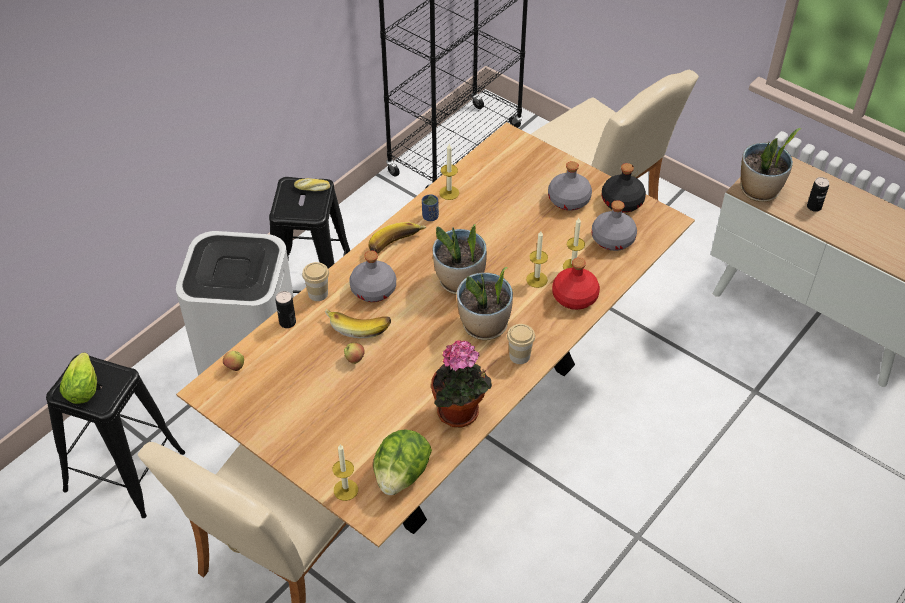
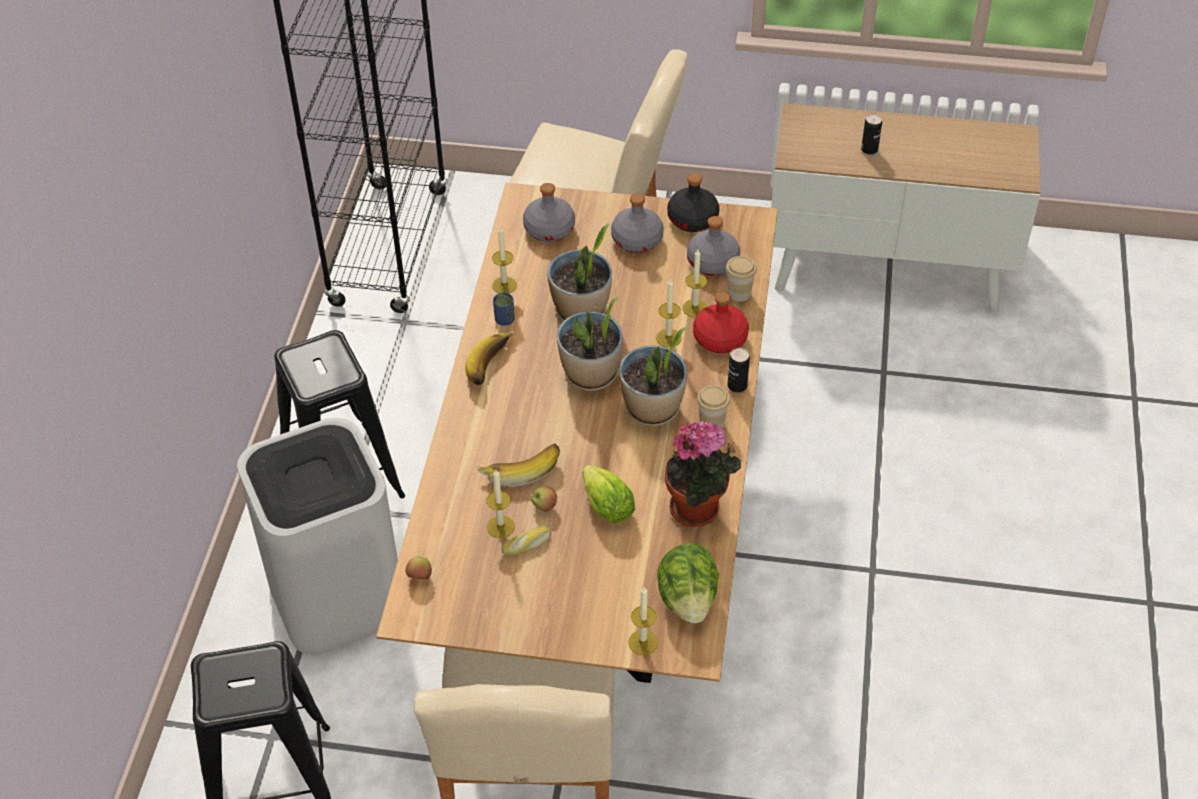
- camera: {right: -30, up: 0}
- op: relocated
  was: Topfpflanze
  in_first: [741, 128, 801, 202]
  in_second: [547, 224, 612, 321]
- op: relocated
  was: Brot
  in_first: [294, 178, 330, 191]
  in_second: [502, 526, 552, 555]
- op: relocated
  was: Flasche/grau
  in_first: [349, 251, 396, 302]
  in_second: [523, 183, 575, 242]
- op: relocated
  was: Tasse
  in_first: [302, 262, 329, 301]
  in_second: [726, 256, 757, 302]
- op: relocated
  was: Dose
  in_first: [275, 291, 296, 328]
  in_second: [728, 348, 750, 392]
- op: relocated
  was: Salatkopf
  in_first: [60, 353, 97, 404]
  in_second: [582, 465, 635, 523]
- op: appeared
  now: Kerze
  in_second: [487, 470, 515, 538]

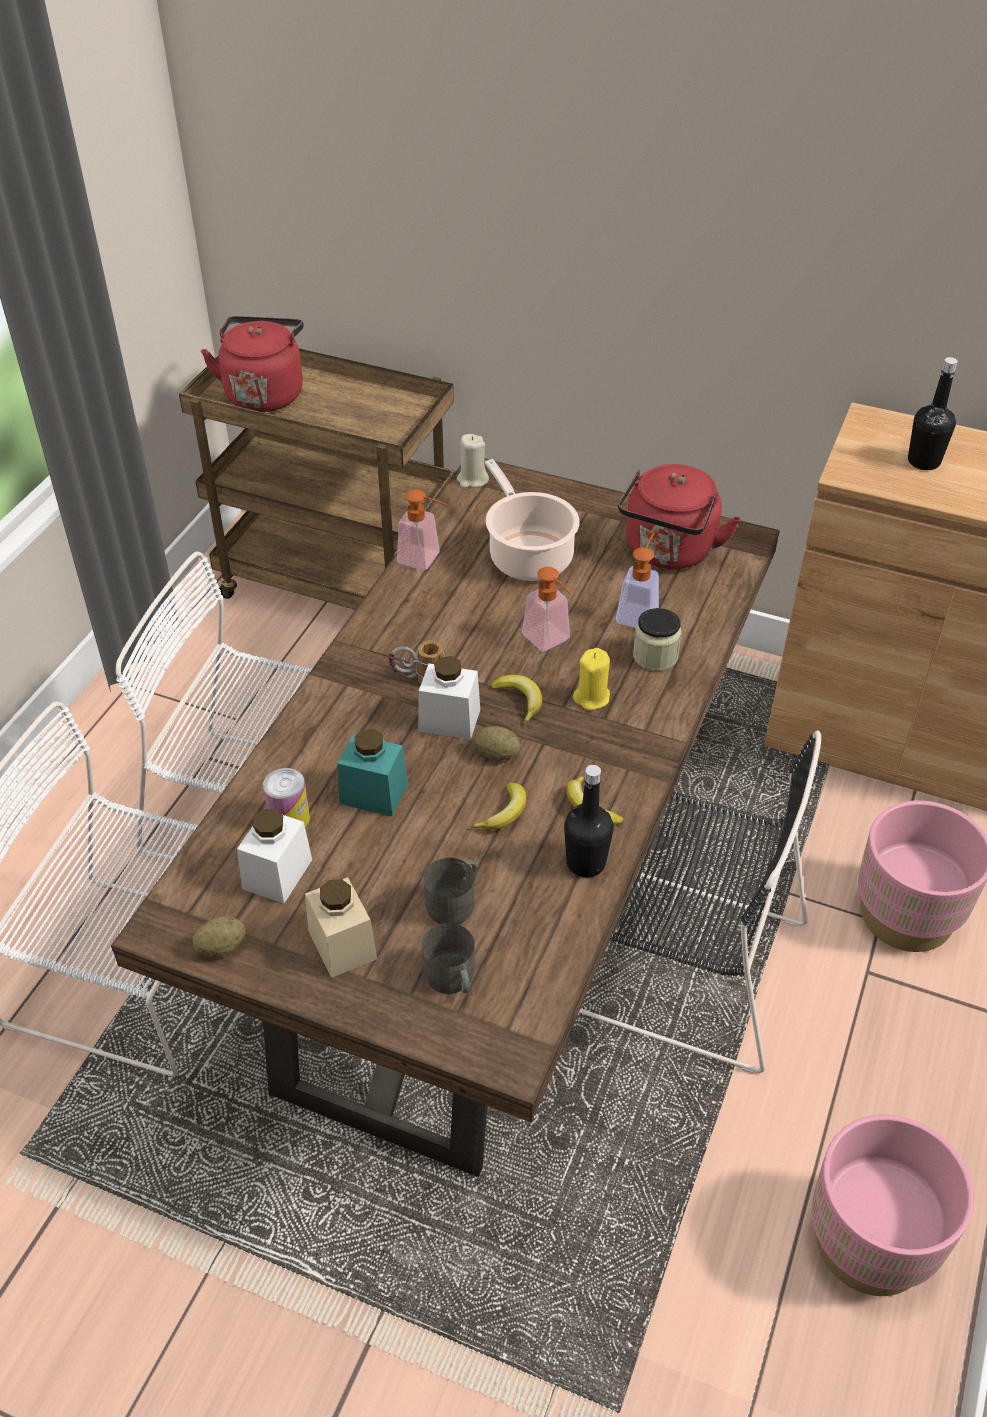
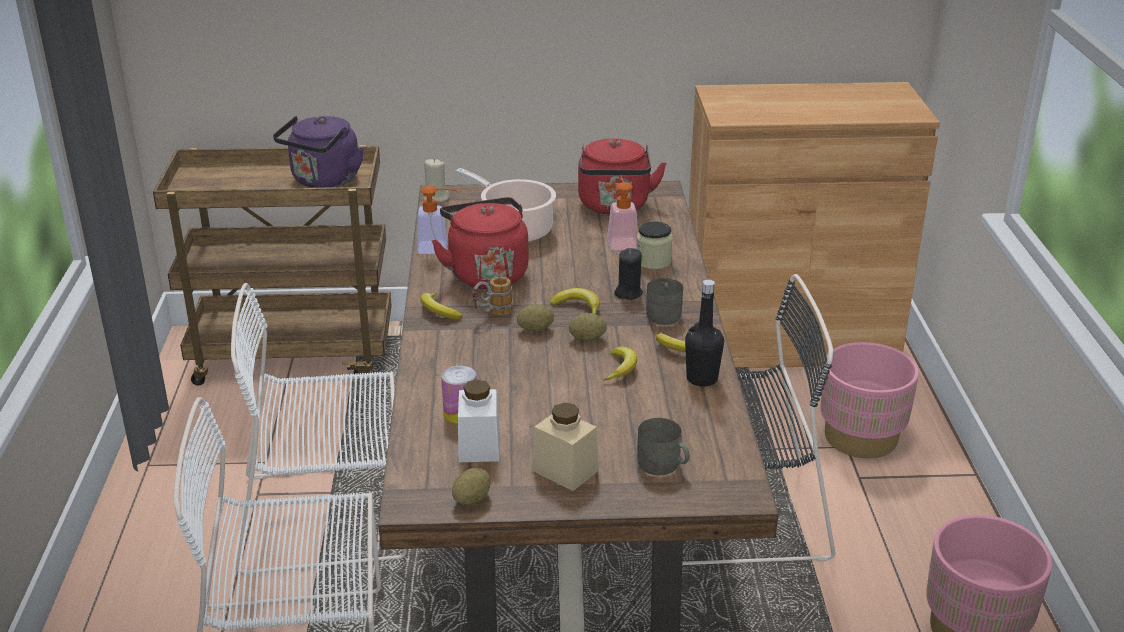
- camera: {right: -25, up: -15}
- op: relocated
  was: Wasserkessel/rot
  in_first: [201, 316, 304, 412]
  in_second: [432, 197, 529, 289]
- op: missing
  was: Flasche/schwarz
  in_first: [908, 357, 958, 470]
- op: missing
  was: Seifenspender
  in_first: [522, 567, 571, 652]
- op: colour
  was: Kerze/gelb
  now: Kerze/schwarz
  in_first: [573, 648, 610, 710]
  in_second: [614, 248, 643, 300]
- op: exchanged
  was: Vorratsglas/weiß
  now: Kartoffel
  in_first: [418, 656, 480, 740]
  in_second: [517, 304, 554, 332]
- op: missing
  was: Vorratsglas/türkis
  in_first: [337, 729, 408, 817]
- op: relocated
  was: Henkelbecher/grau
  in_first: [423, 858, 477, 924]
  in_second: [646, 278, 683, 325]
- op: appeared
  now: Wasserkessel/lila
  in_second: [273, 116, 364, 188]
- op: appeared
  now: Banane
  in_second: [420, 293, 463, 319]

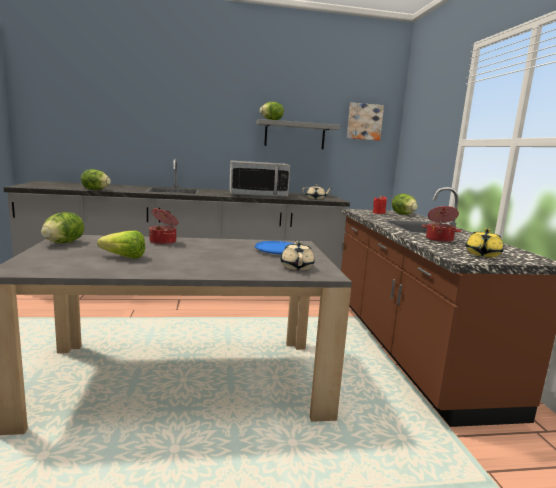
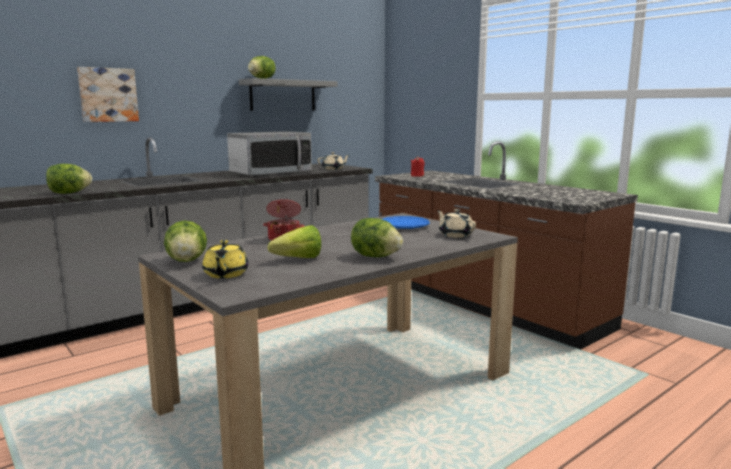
- camera: {right: -30, up: 0}
- op: relocated
  was: Bild
  in_first: [347, 103, 384, 141]
  in_second: [77, 67, 139, 122]
- op: relocated
  was: Salatkopf
  in_first: [392, 194, 418, 215]
  in_second: [351, 218, 403, 257]
- op: missing
  was: Kochtopf
  in_first: [422, 206, 461, 243]
- op: relocated
  was: Teekanne/gelb
  in_first: [466, 228, 504, 257]
  in_second: [202, 240, 248, 279]

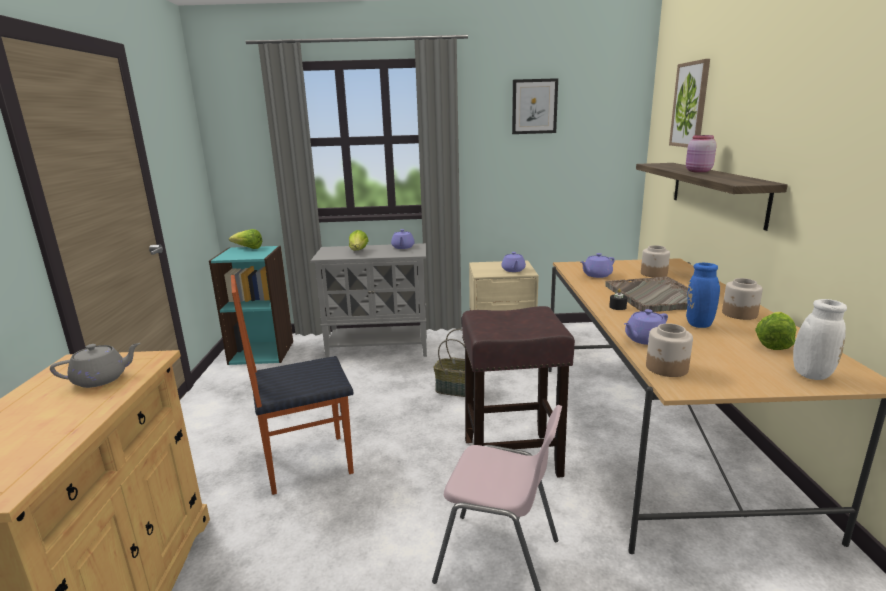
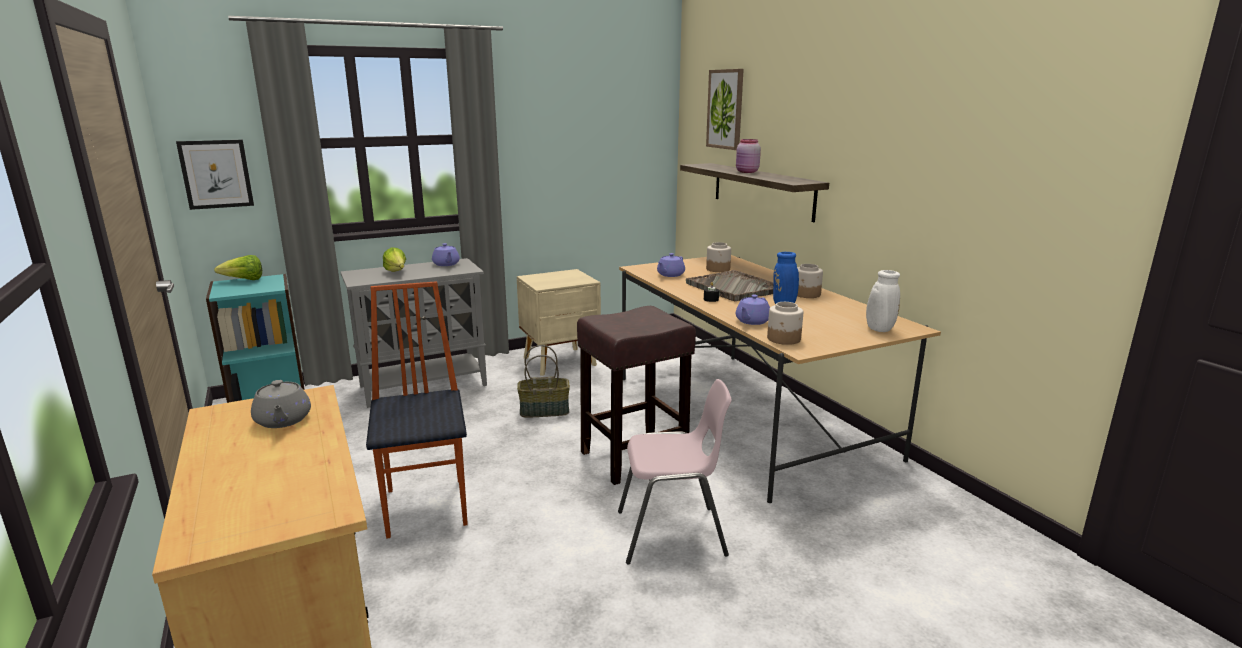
- camera: {right: -25, up: 0}
- op: relocated
  was: Bild
  in_first: [512, 78, 558, 134]
  in_second: [176, 140, 254, 210]
- op: missing
  was: Teekanne/lila
  in_first: [502, 252, 526, 272]
- op: spun
  was: Stuhl
  in_first: [231, 275, 354, 495]
  in_second: [366, 281, 468, 538]
  clockwise: 120
- op: missing
  was: Salatkopf
  in_first: [755, 312, 797, 350]
- op: spun
  was: Teekanne/grau
  in_first: [50, 343, 140, 388]
  in_second: [251, 380, 311, 428]
  clockwise: 120

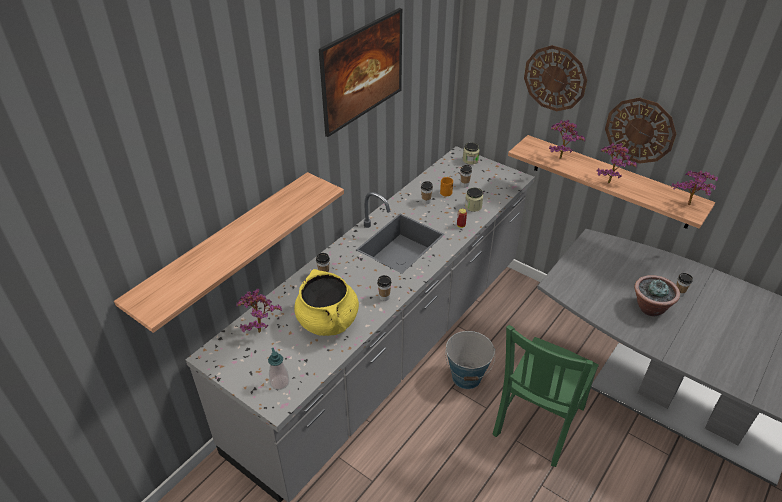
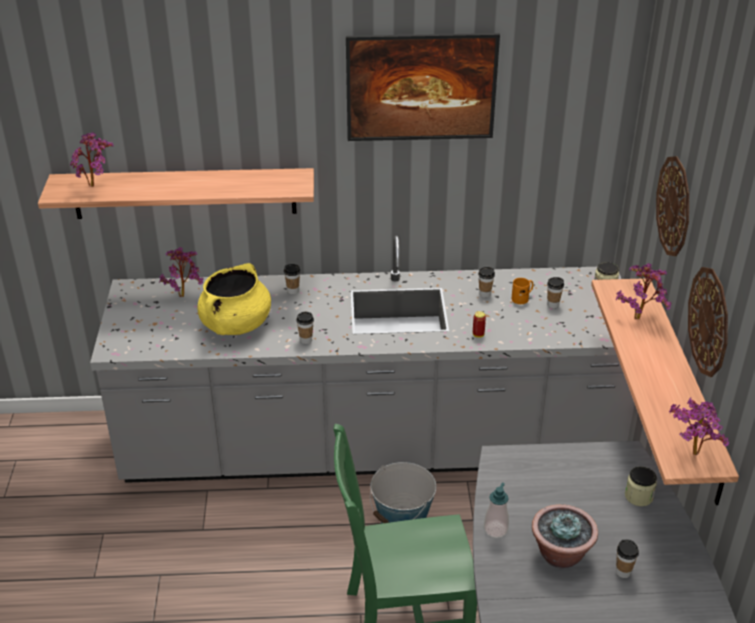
- camera: {right: 50, up: -5}
- op: relocated
  was: Topfpflanze
  in_first: [597, 142, 637, 183]
  in_second: [70, 132, 114, 187]
- op: relocated
  was: Vorratsglas
  in_first: [465, 187, 483, 212]
  in_second: [625, 467, 657, 506]
- op: relocated
  was: Seifenspender
  in_first: [268, 348, 289, 390]
  in_second: [484, 483, 509, 538]

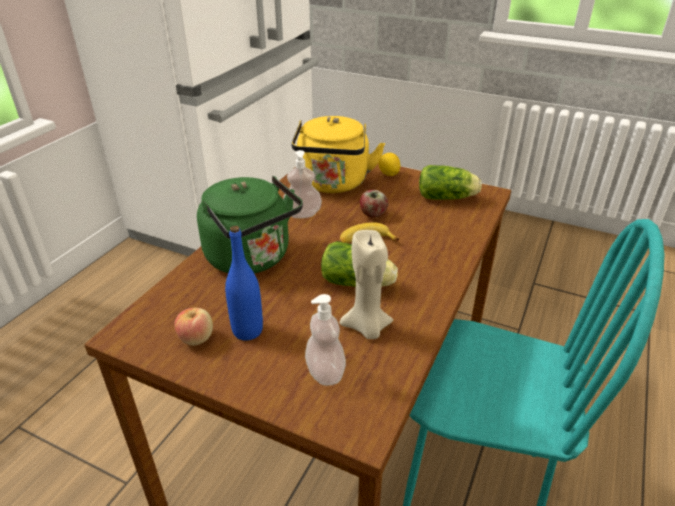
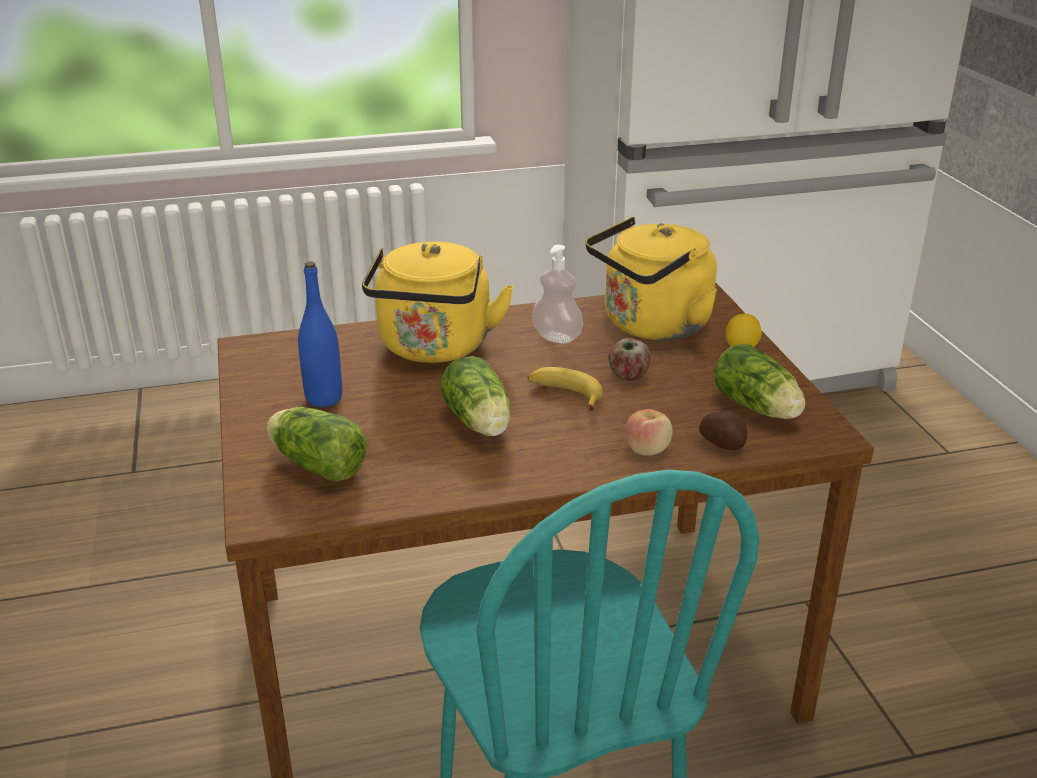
- camera: {right: 50, up: -5}
- op: colour
  was: Wasserkessel/grün
  now: Wasserkessel/gelb
  in_first: [197, 176, 303, 274]
  in_second: [362, 241, 514, 363]
- op: missing
  was: Kerze/beige
  in_first: [340, 230, 393, 339]
- op: exchanged
  was: Seifenspender
  now: Salatkopf
  in_first: [305, 294, 346, 386]
  in_second: [267, 407, 367, 482]
- op: relocated
  was: Apfel
  in_first: [174, 308, 213, 346]
  in_second: [625, 409, 673, 456]
- op: appeared
  now: Kartoffel
  in_second: [699, 411, 747, 450]

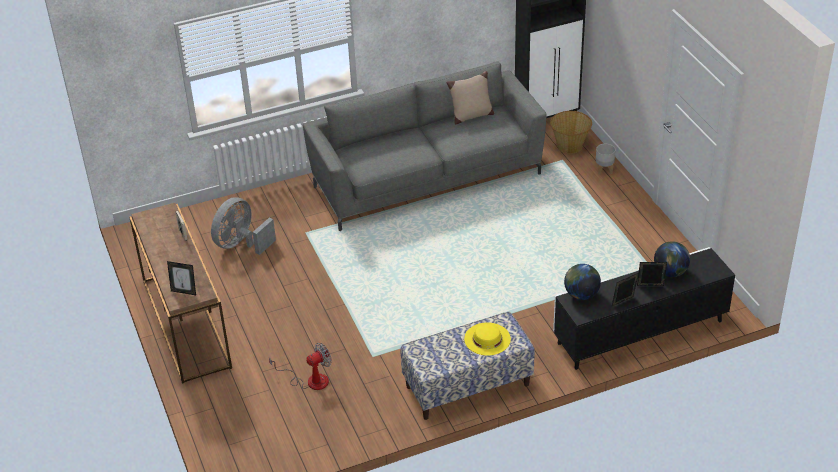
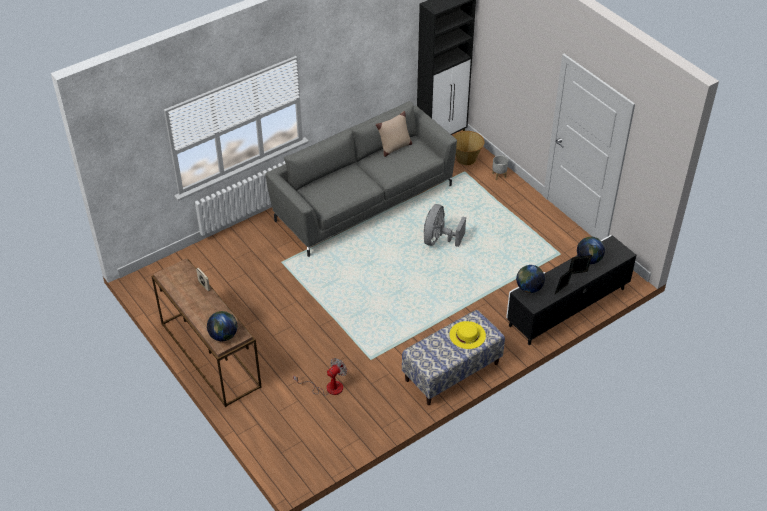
- camera: {right: -15, up: 5}
- op: relocated
  was: Ventilator/grau
  in_first: [211, 197, 276, 255]
  in_second: [424, 204, 466, 247]
- op: exchanged
  was: Bilderrahmen
  now: Globus
  in_first: [167, 261, 196, 295]
  in_second: [207, 311, 237, 341]

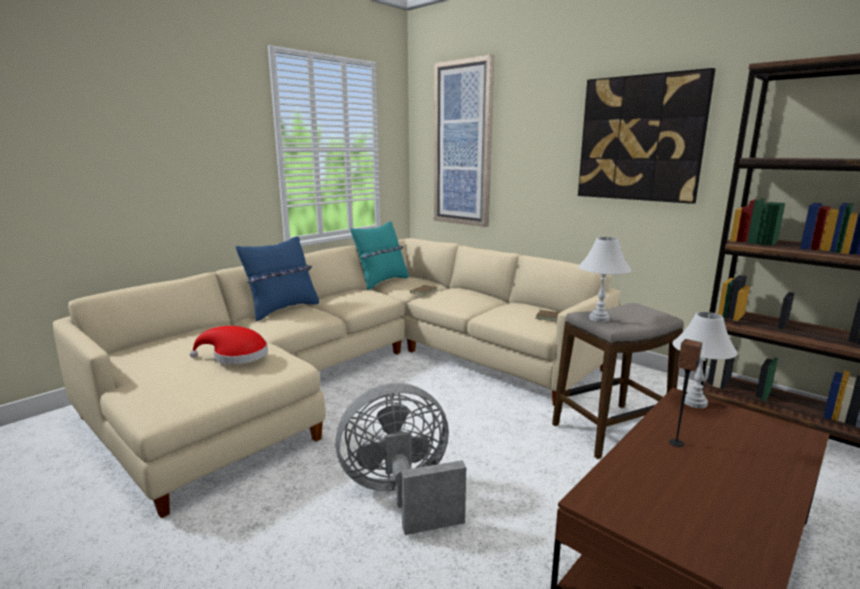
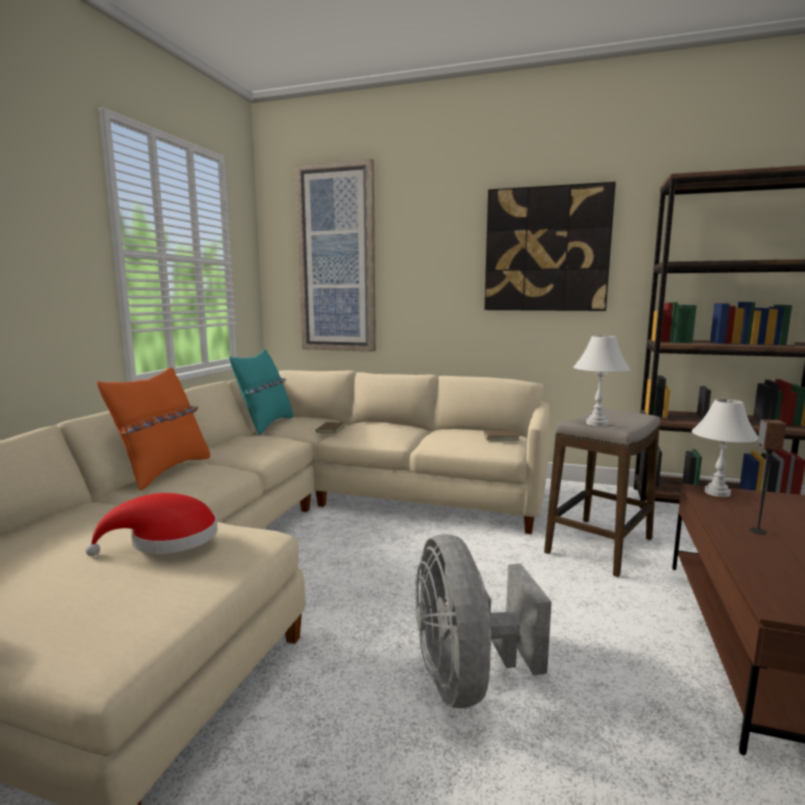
- camera: {right: -25, up: -5}
- op: colour
  was: Kissen/blau
  now: Kissen/orange
  in_first: [236, 236, 319, 321]
  in_second: [97, 368, 210, 491]
- op: spun
  was: Ventilator/grau
  in_first: [336, 383, 466, 535]
  in_second: [415, 534, 552, 708]
  clockwise: -60

